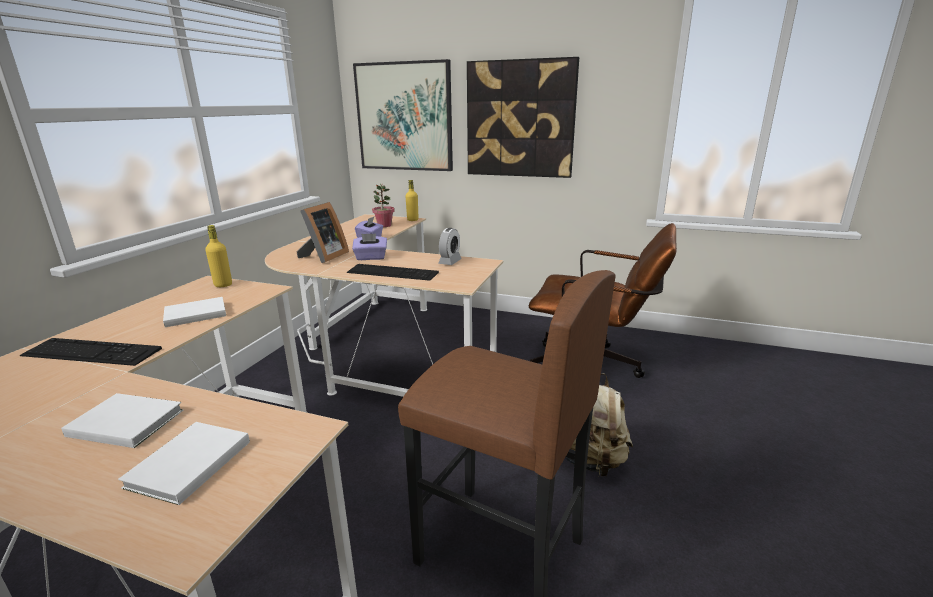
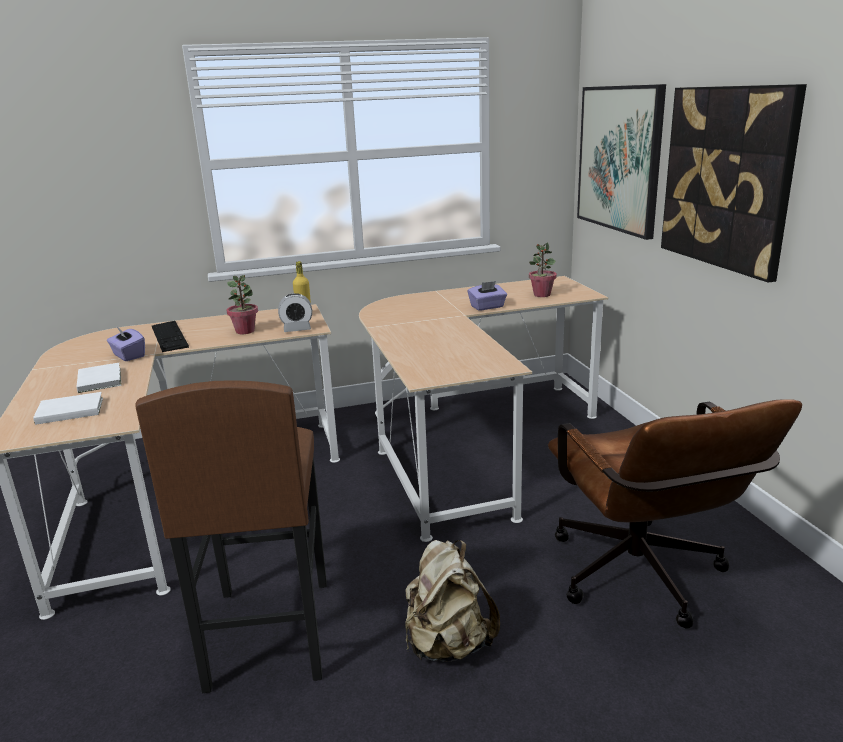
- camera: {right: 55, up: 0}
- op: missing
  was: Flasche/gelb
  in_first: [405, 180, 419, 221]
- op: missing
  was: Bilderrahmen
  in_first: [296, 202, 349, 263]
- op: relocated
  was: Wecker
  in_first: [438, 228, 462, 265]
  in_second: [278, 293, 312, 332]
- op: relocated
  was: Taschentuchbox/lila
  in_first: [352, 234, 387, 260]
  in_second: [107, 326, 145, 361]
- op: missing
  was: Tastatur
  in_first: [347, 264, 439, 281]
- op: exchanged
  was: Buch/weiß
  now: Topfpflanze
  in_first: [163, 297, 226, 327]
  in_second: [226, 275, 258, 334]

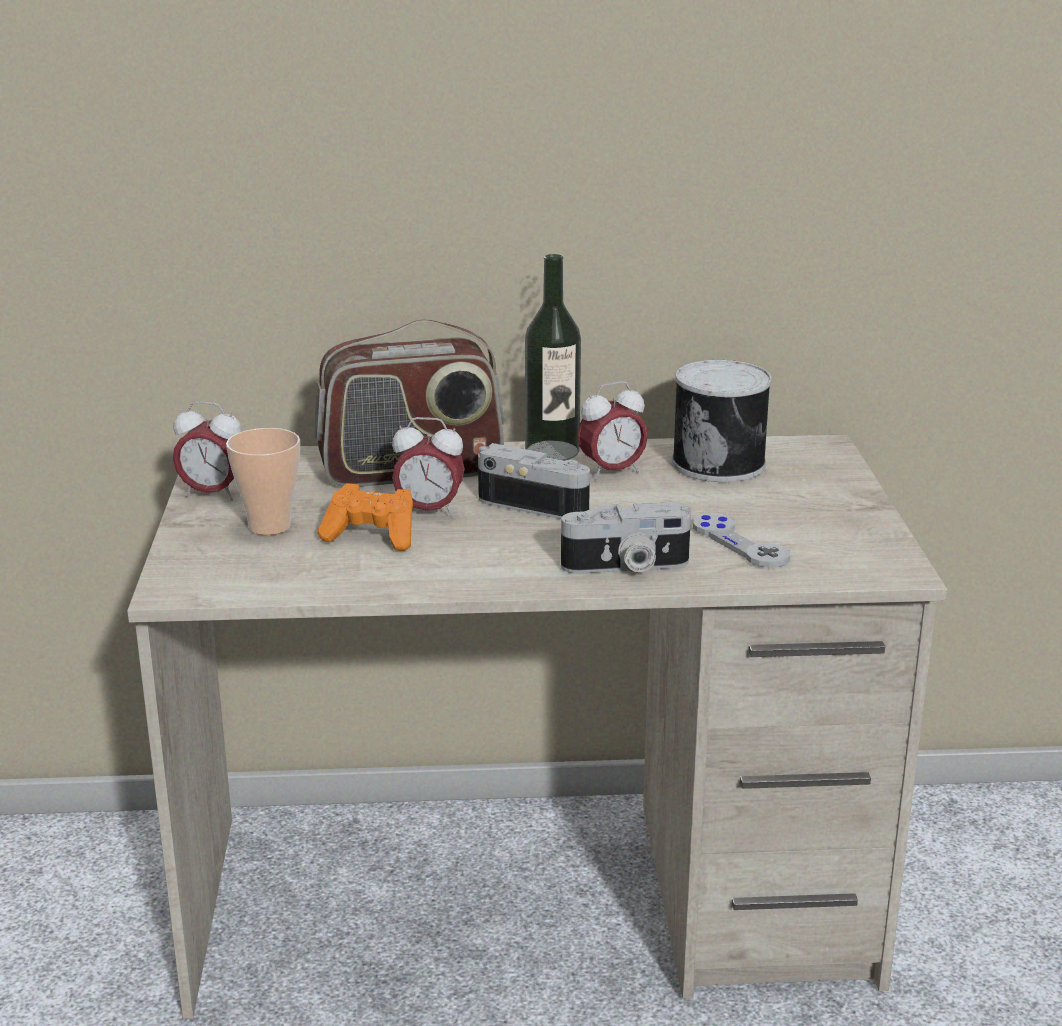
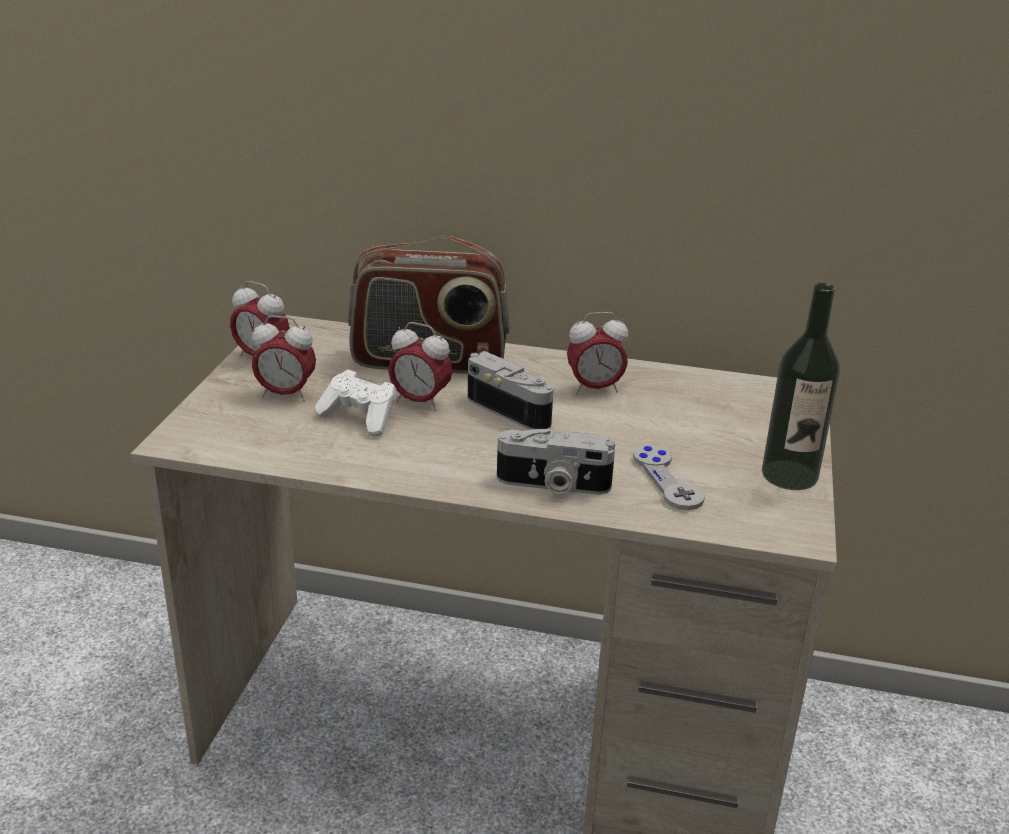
- camera: {right: 15, up: 5}
- op: relocated
  was: Flasche
  in_first: [525, 254, 581, 461]
  in_second: [762, 283, 840, 490]
- op: missing
  was: Dose
  in_first: [672, 360, 771, 482]
- op: exchanged
  was: Tasse
  now: Wecker
  in_first: [226, 428, 300, 535]
  in_second: [252, 315, 316, 401]
- op: colour
  was: Gamepad/orange
  now: Gamepad/weiß
  in_first: [318, 483, 413, 551]
  in_second: [315, 369, 398, 436]

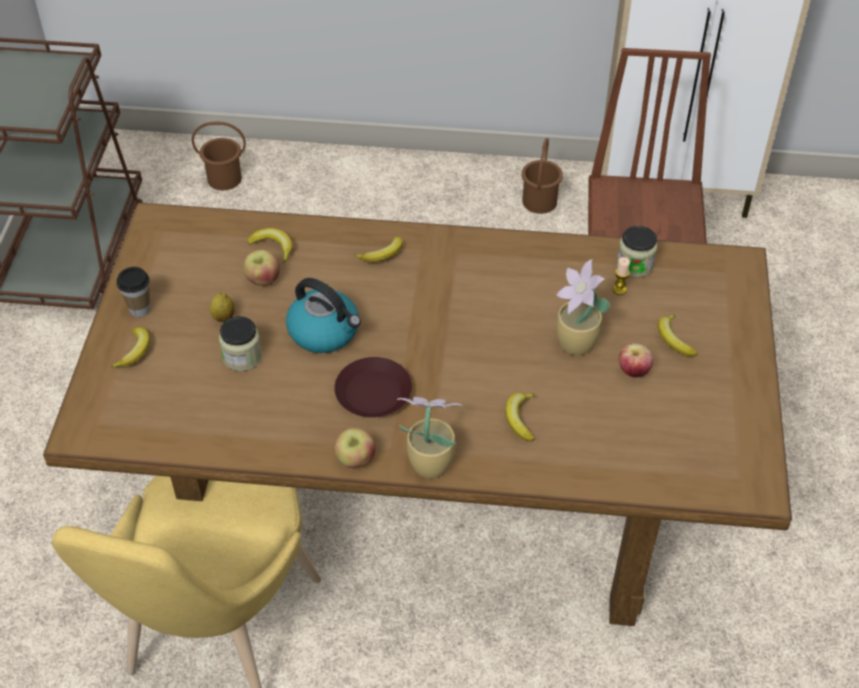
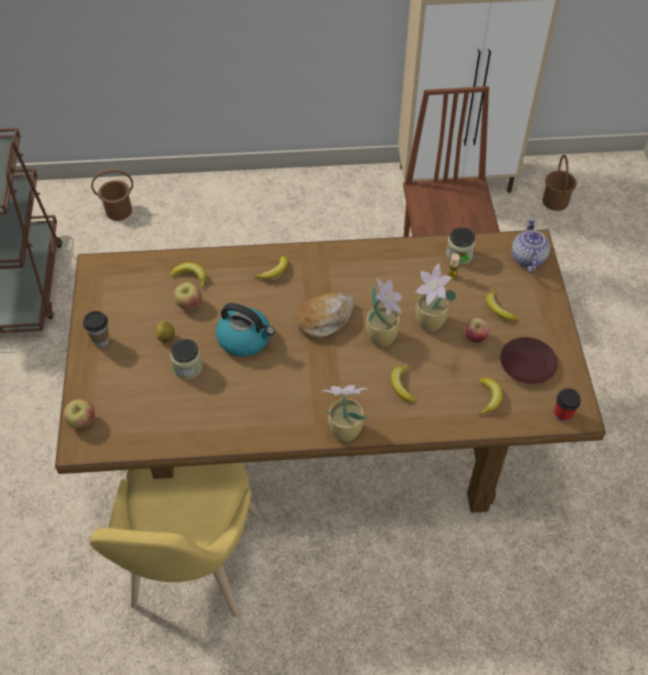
- camera: {right: -10, up: 5}
- op: relocated
  was: Eimer/braun
  in_first: [521, 138, 563, 214]
  in_second: [543, 155, 577, 211]
- op: relocated
  was: Banane
  in_first: [110, 327, 150, 368]
  in_second: [479, 378, 502, 414]
- op: relocated
  was: Teller/braun
  in_first: [334, 357, 412, 418]
  in_second: [500, 337, 558, 384]
- op: relocated
  was: Apfel
  in_first: [334, 428, 376, 468]
  in_second: [63, 399, 95, 429]
- op: appeared
  now: Teekanne
  in_second: [511, 218, 550, 273]
- op: appeared
  now: Topfpflanze
  in_second: [366, 279, 402, 347]
- op: appeared
  now: Brot
  in_second: [297, 292, 355, 339]
- op: appeared
  now: Tasse
  in_second: [554, 388, 581, 422]

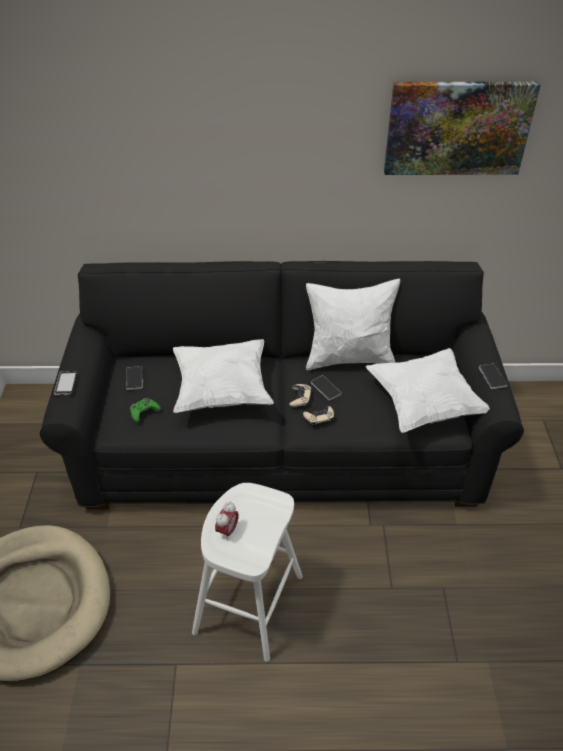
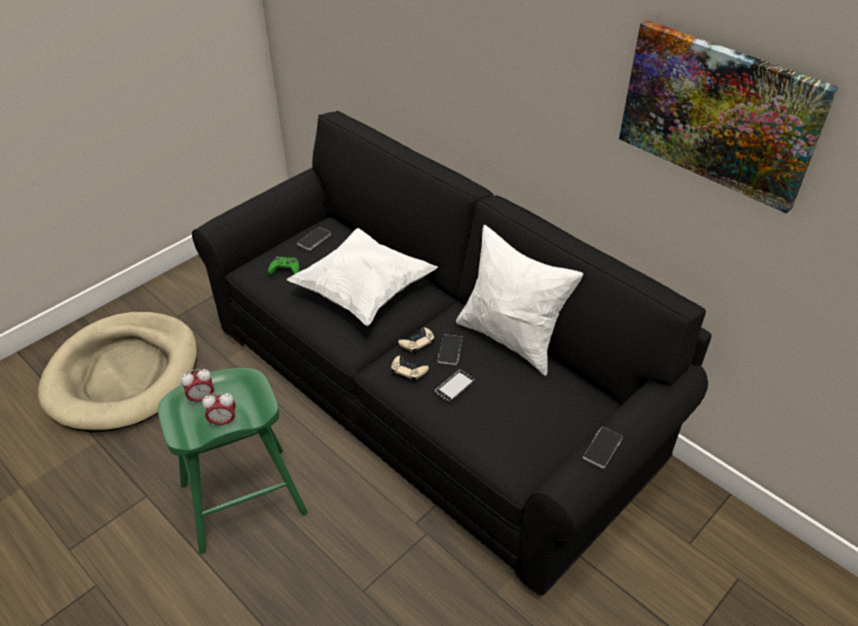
- camera: {right: 45, up: 0}
- op: missing
  was: Kissen/weiß
  in_first: [366, 348, 490, 433]
- op: relocated
  was: Handy
  in_first: [54, 371, 77, 395]
  in_second: [435, 370, 475, 402]
- op: colour
  was: Hocker/weiß
  now: Hocker/grün
  in_first: [192, 483, 303, 662]
  in_second: [158, 368, 308, 554]
- op: appeared
  now: Wecker
  in_second: [202, 393, 235, 427]

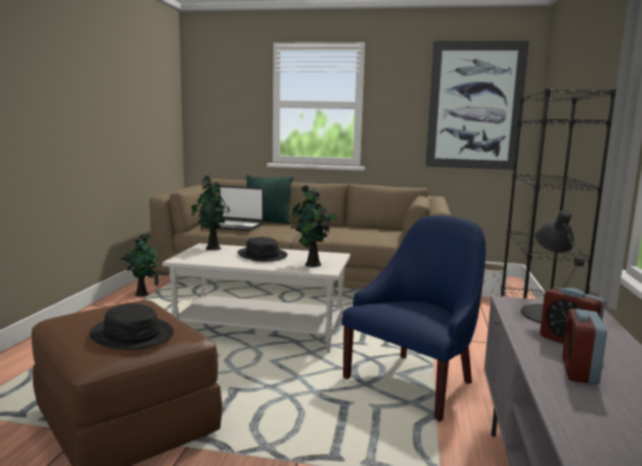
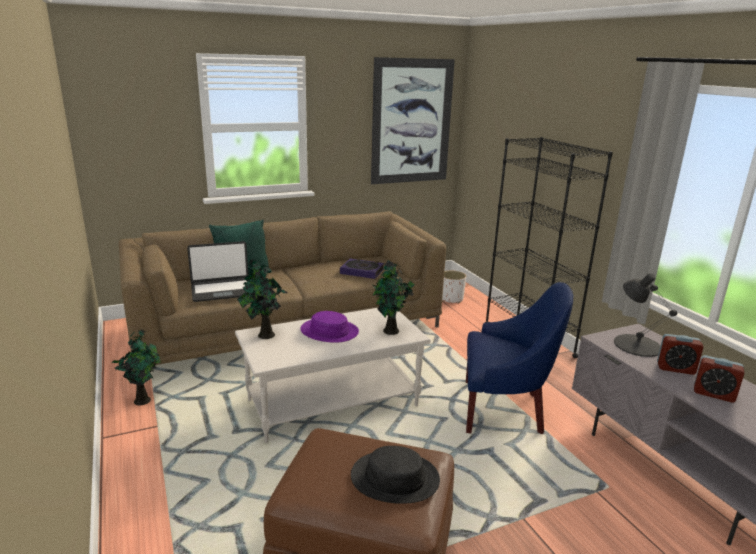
- camera: {right: -35, up: 10}
- op: spun
  was: Sessel/blau
  in_first: [342, 215, 486, 422]
  in_second: [466, 282, 573, 434]
  clockwise: 90
- op: colour
  was: Hut/schwarz
  now: Hut/lila
  in_first: [237, 237, 288, 262]
  in_second: [300, 311, 359, 342]
- op: spun
  was: Wecker
  in_first: [562, 309, 607, 385]
  in_second: [694, 355, 745, 402]
  clockwise: -45
- op: appeared
  now: Buch
  in_second: [340, 258, 384, 279]

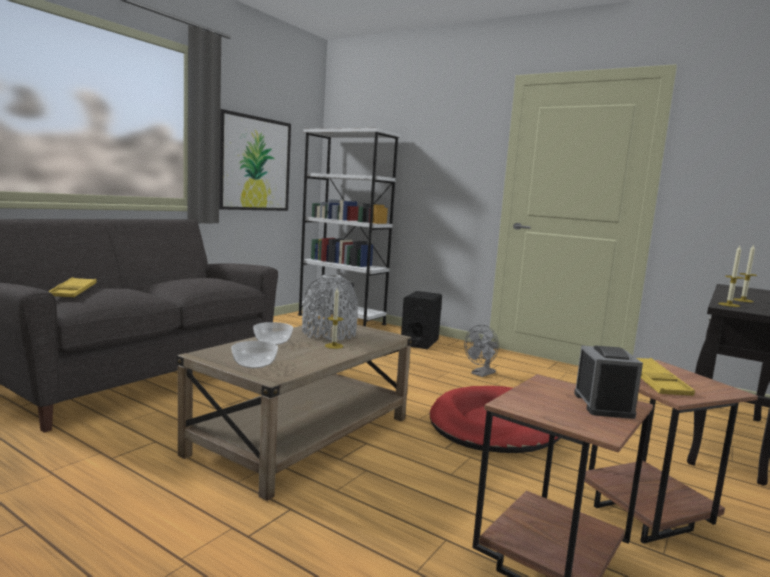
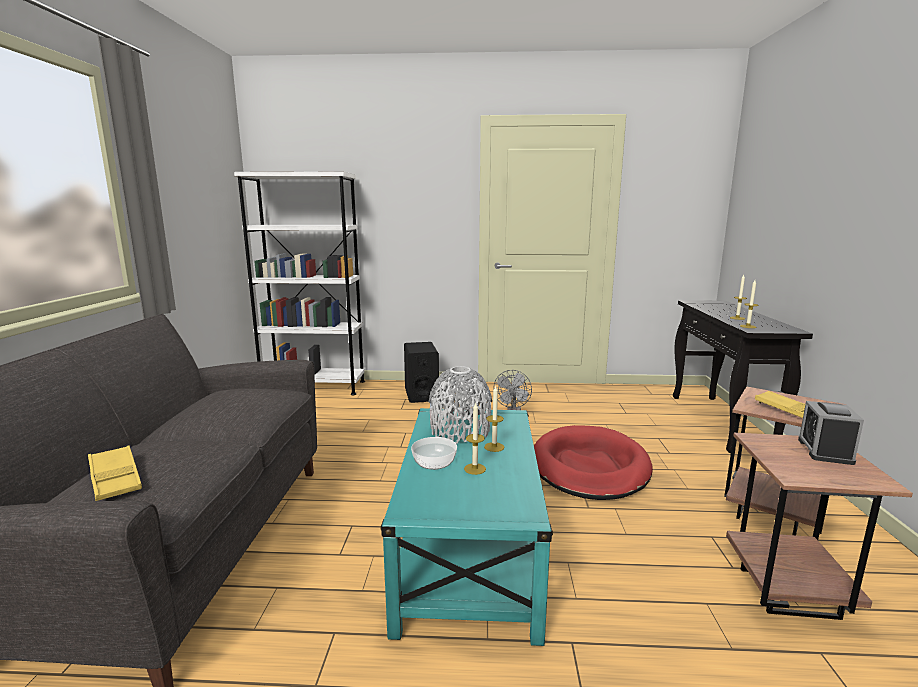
- camera: {right: -30, up: 5}
- op: missing
  was: Bild
  in_first: [219, 109, 291, 211]
- op: colour
  was: Couchtisch/beige
  now: Couchtisch/türkis
  in_first: [177, 322, 412, 501]
  in_second: [380, 408, 553, 646]
- op: missing
  was: Schüssel
  in_first: [231, 341, 278, 368]
- op: spun
  was: Wecker
  in_first: [574, 345, 643, 419]
  in_second: [798, 401, 864, 465]
  clockwise: -135
- op: appeared
  now: Kerze
  in_second: [464, 402, 486, 475]

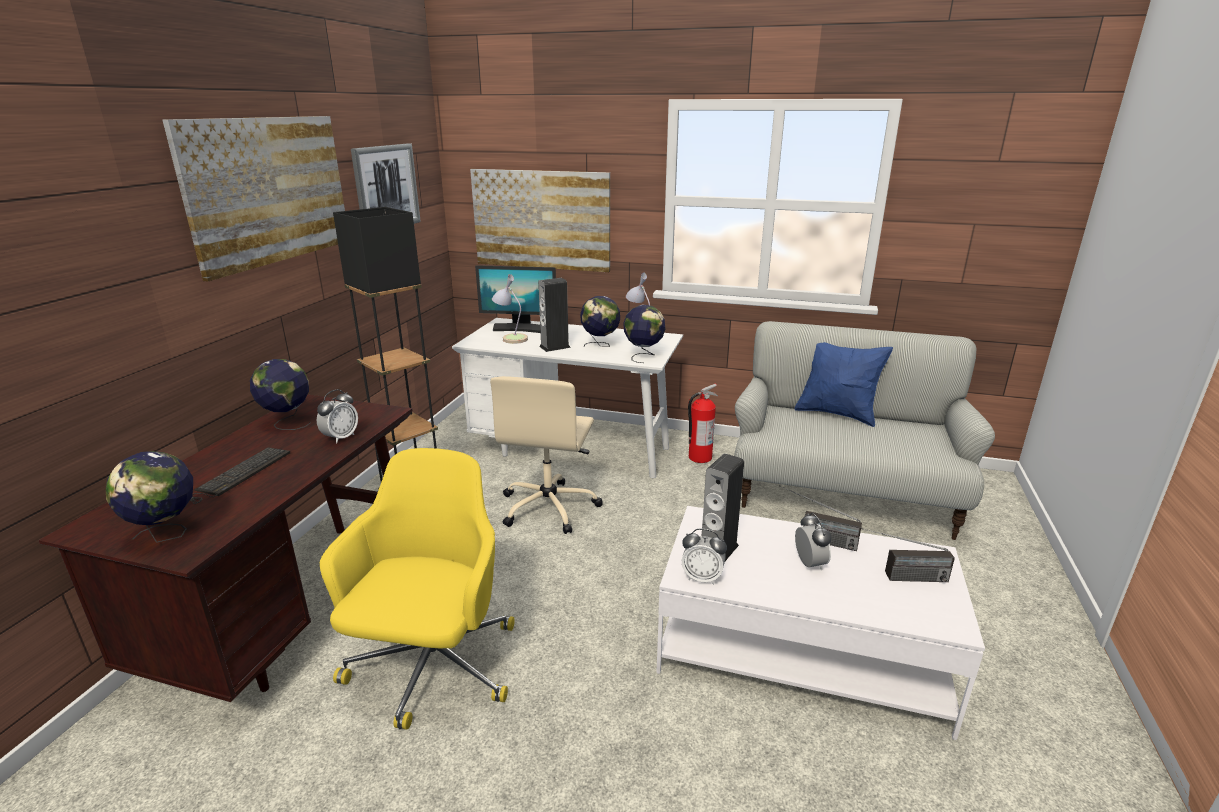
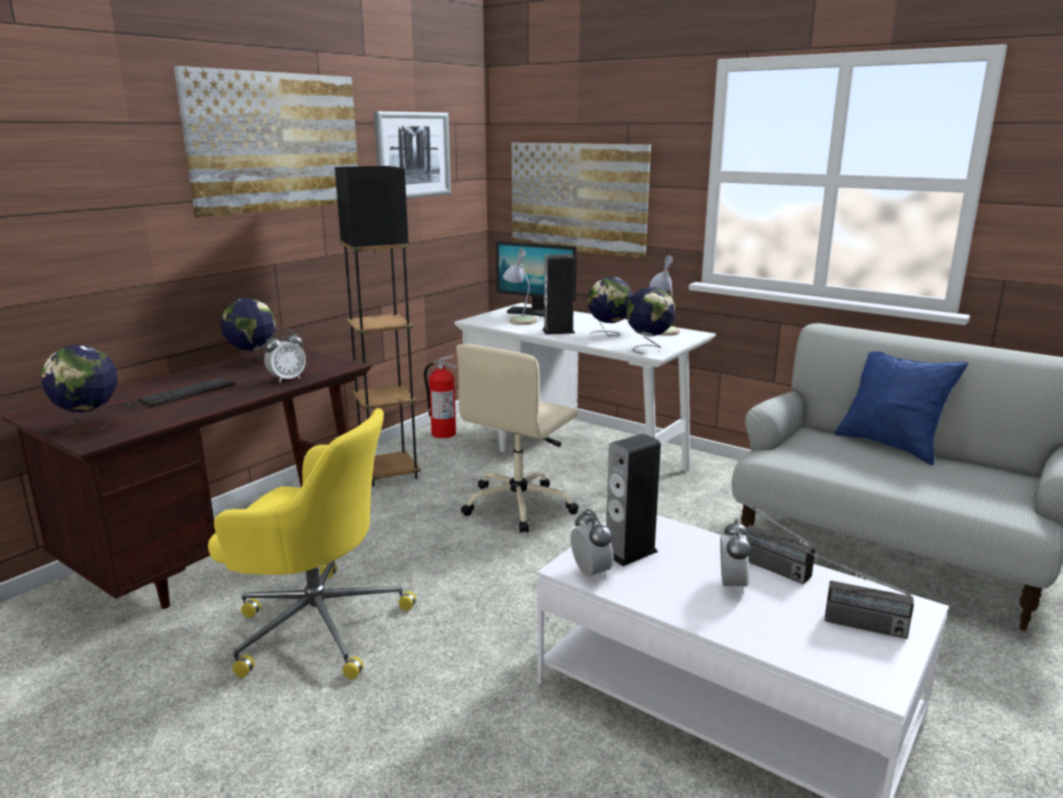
- camera: {right: 20, up: -5}
- op: relocated
  was: Feuerlöscher
  in_first: [688, 384, 718, 463]
  in_second: [424, 355, 457, 438]
- op: spun
  was: Bürostuhl/gelb
  in_first: [320, 448, 515, 730]
  in_second: [208, 408, 416, 679]
  clockwise: 75
- op: spun
  was: Wecker
  in_first: [682, 529, 727, 585]
  in_second: [571, 509, 614, 579]
  clockwise: -150

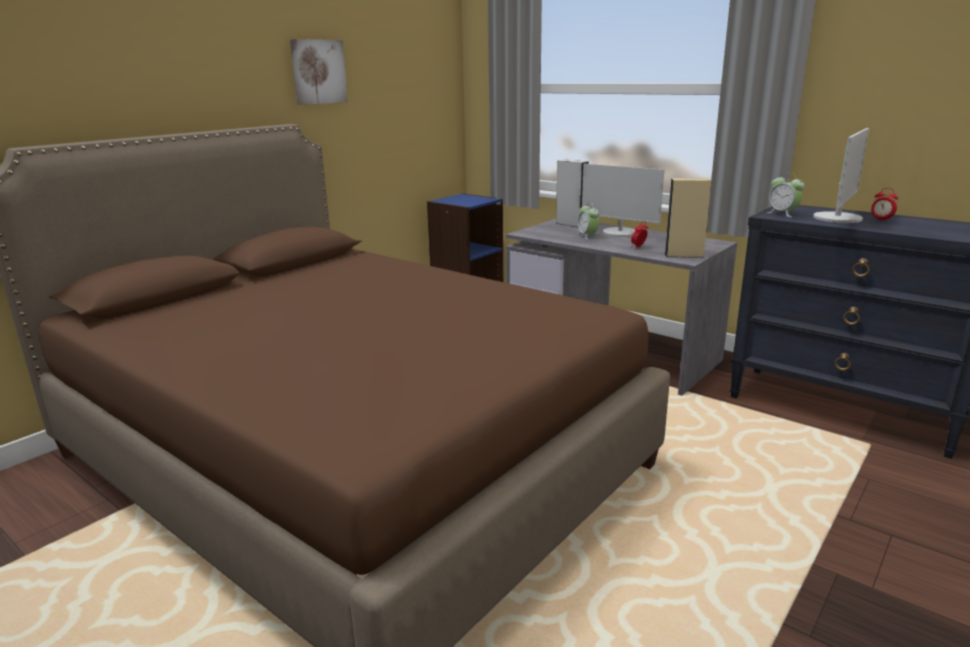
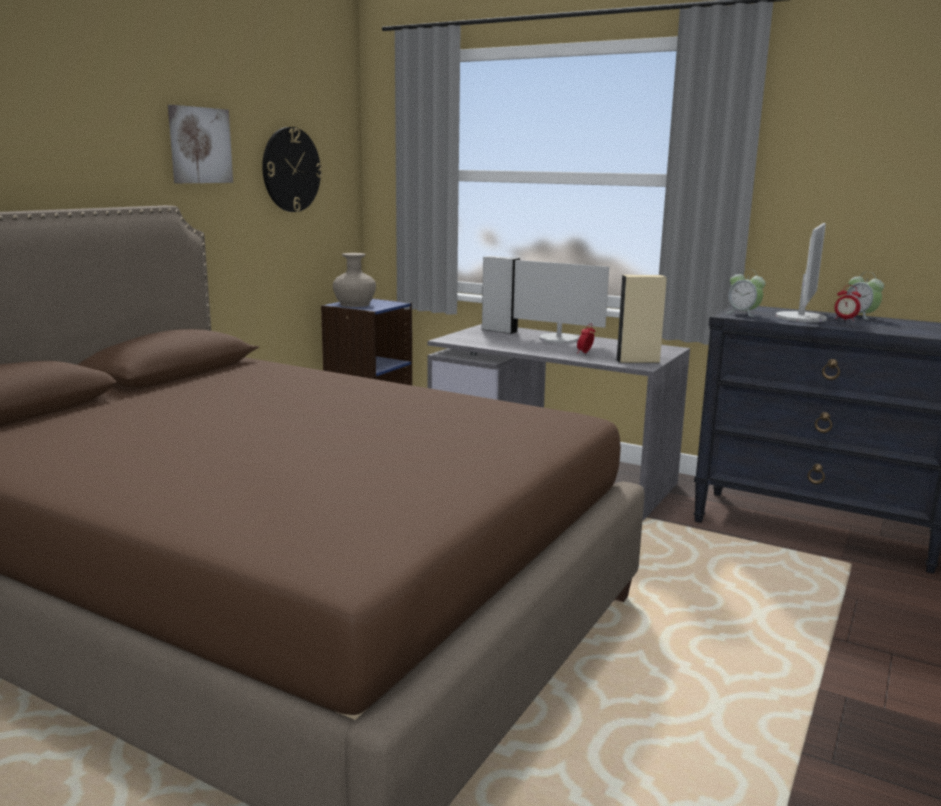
- camera: {right: -10, up: -5}
- op: relocated
  was: Wecker
  in_first: [577, 203, 599, 240]
  in_second: [846, 272, 884, 320]
- op: appeared
  now: Wanduhr
  in_second: [262, 127, 323, 212]
- op: appeared
  now: Vase/beige
  in_second: [333, 253, 376, 307]

